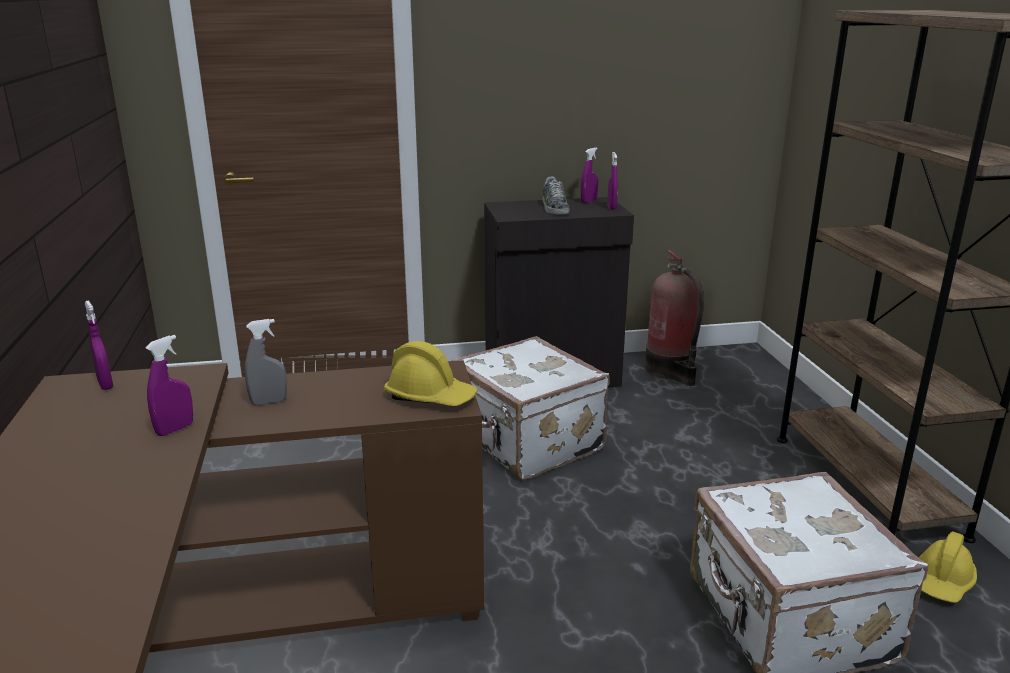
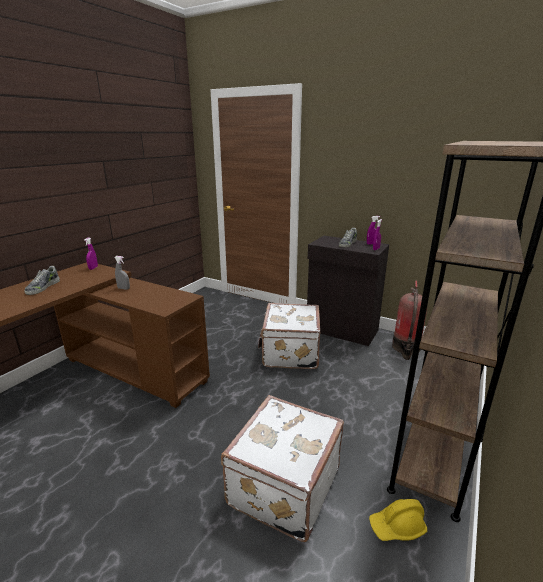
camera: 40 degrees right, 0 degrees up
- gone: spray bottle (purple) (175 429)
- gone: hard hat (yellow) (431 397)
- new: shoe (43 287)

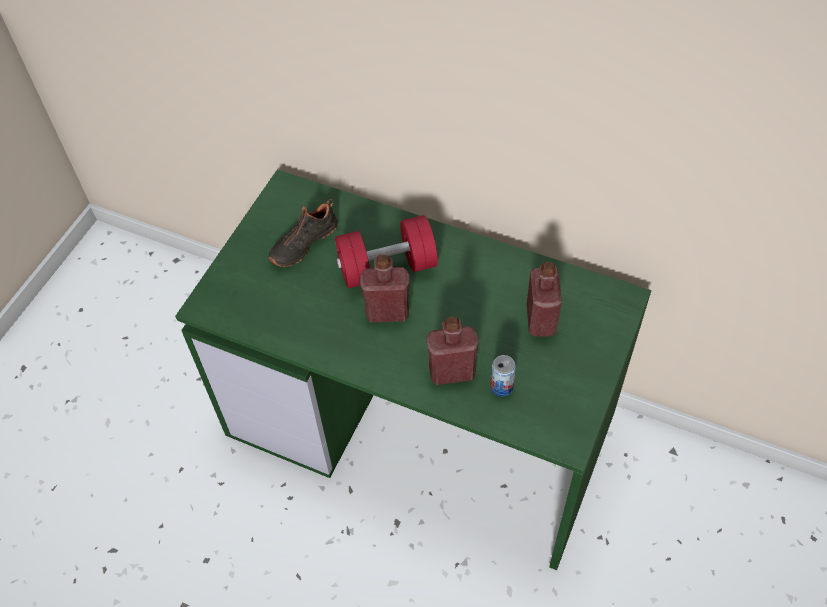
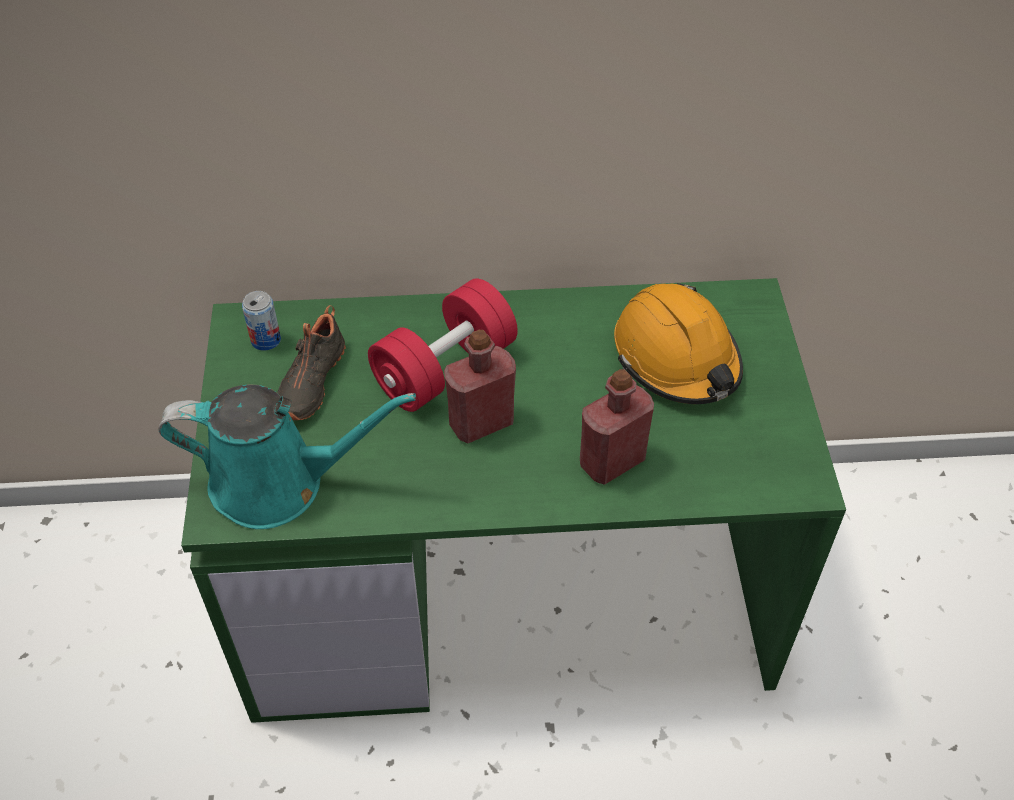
camera: 30 degrees left, 5 degrees down
- new: watering can (turquoise) (279 483)
- shifted: can (501 386) to (266 340)
- swapped: bottle (red) (541 320) to hard hat (orange) (677 358)

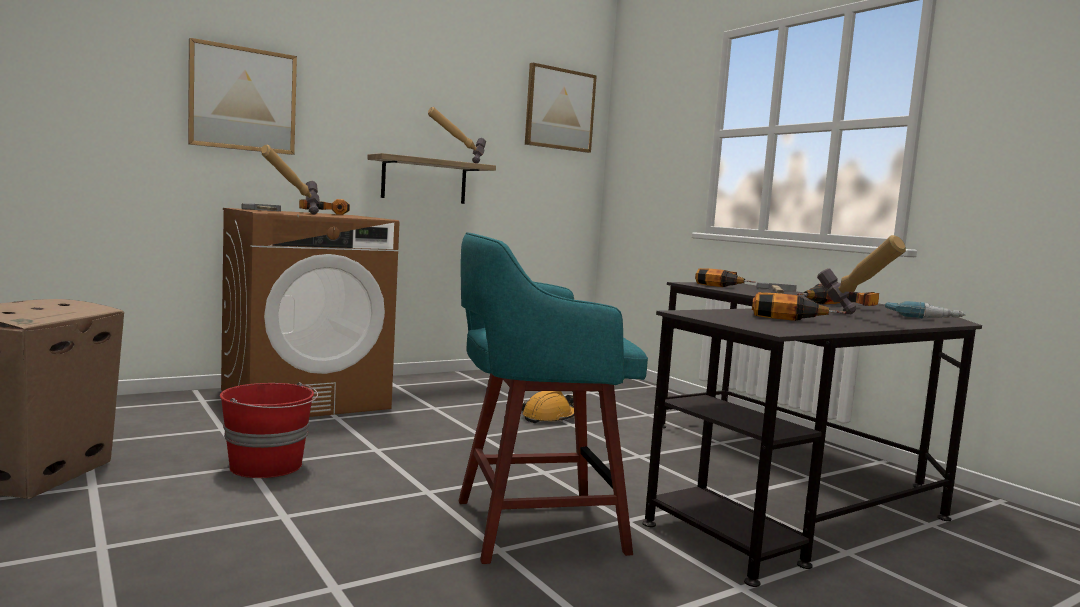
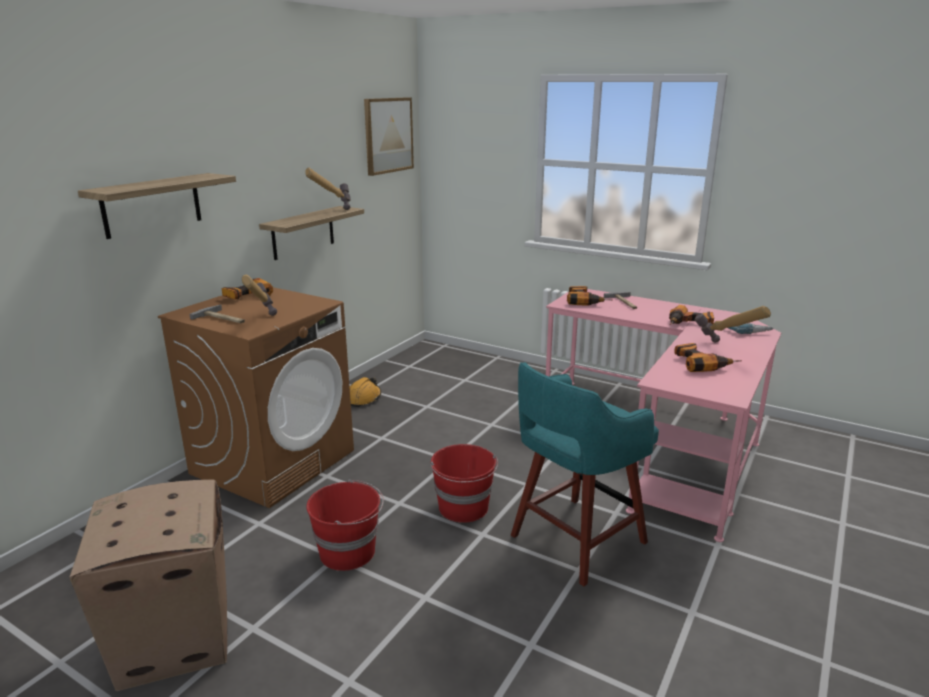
camera: 25 degrees left, 15 degrees up
- new: bucket (red) (464 508)
- shifted: hard hat (orange) (549 417) to (363 398)
- swapped: picture (242 99) to shelf (152 205)
- repainted: desk (black) (787 483) to desk (pink) (661 441)

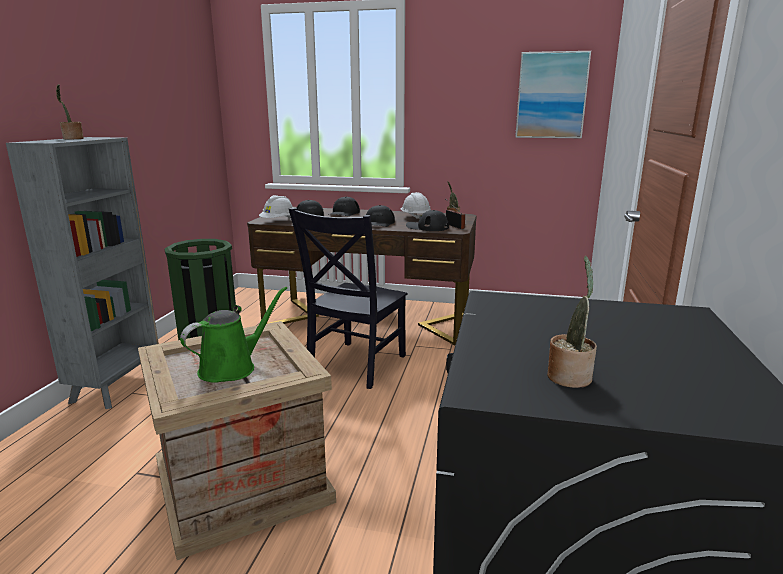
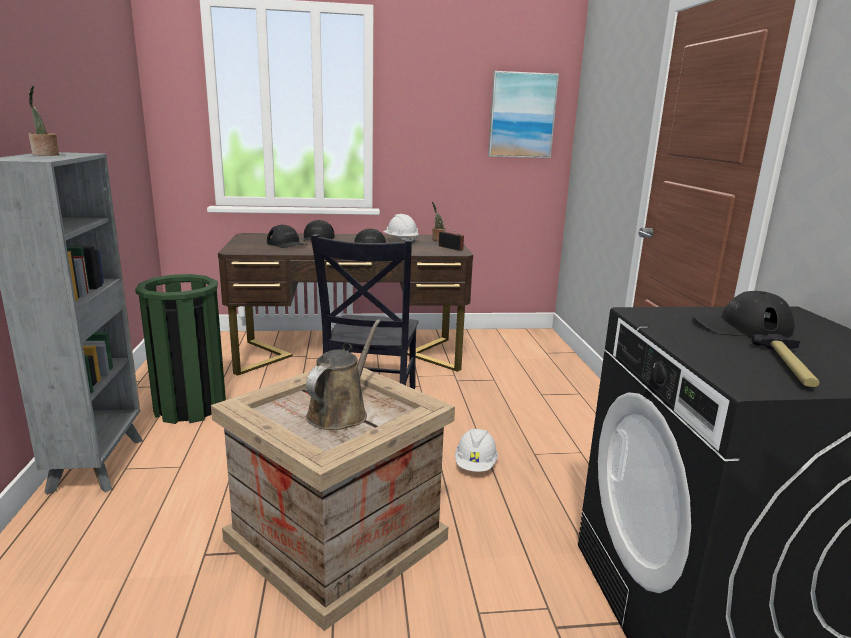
camera: 20 degrees left, 0 degrees up
- shifted: hard hat (white) (278 221) to (475 465)
- shifted: cap (black) (427 227) to (741 327)
- swapped: potted plant (570 376) to hammer (789 367)
- repainted: watering can (green) (232 368) to watering can (brown) (340 412)

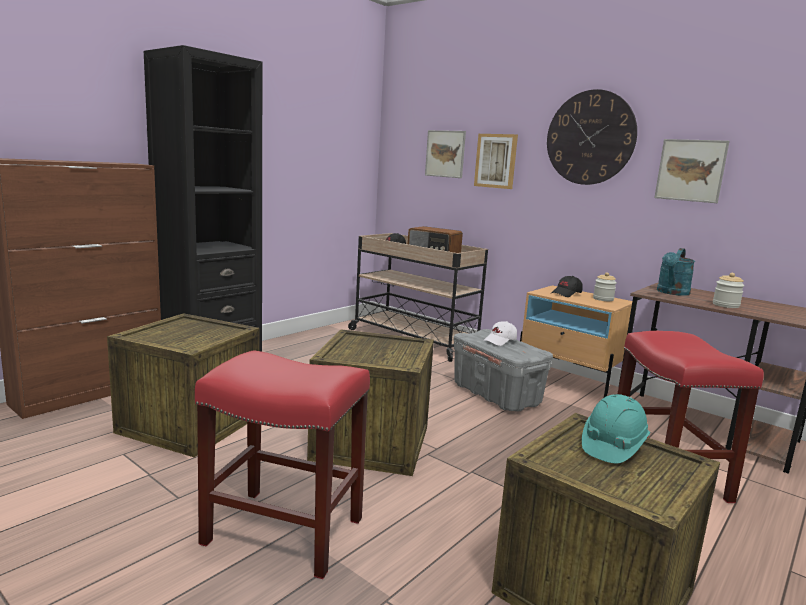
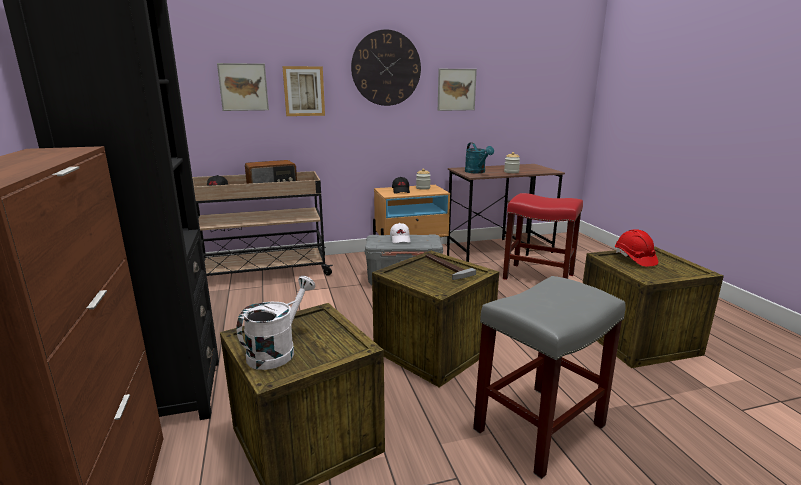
camera: 55 degrees left, 5 degrees up
- new: watering can (white) (277 350)
- new: hammer (444 267)
- repainted: stool (red) (282 531) to stool (grey) (539 428)
- repainted: hard hat (turquoise) (612 446) to hard hat (red) (634 259)

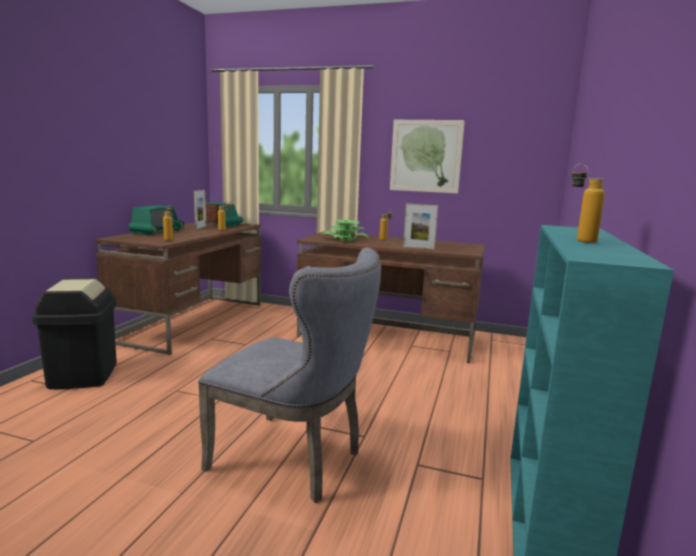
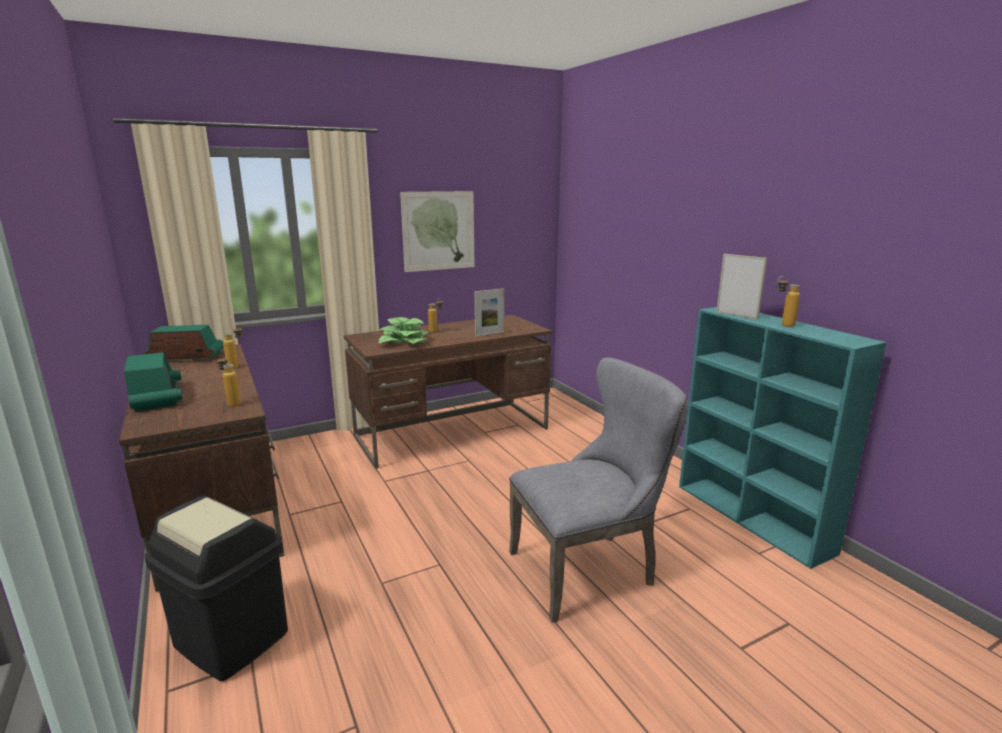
camera: 45 degrees left, 5 degrees up
- shifted: picture frame (201 227) to (736 315)

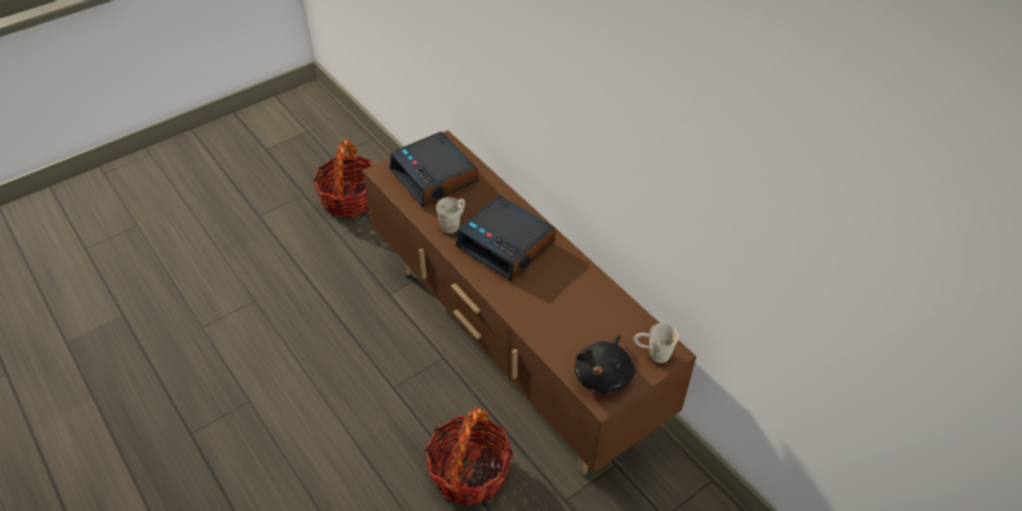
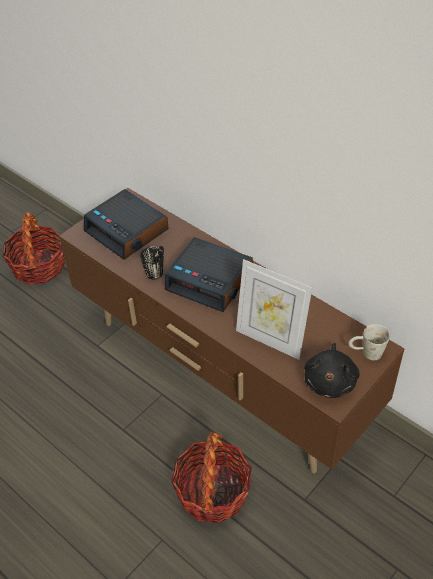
camera: 10 degrees left, 0 degrees up
- new: picture frame (270 339)
- repainted: mug (white) (453 223) to mug (black) (156 269)

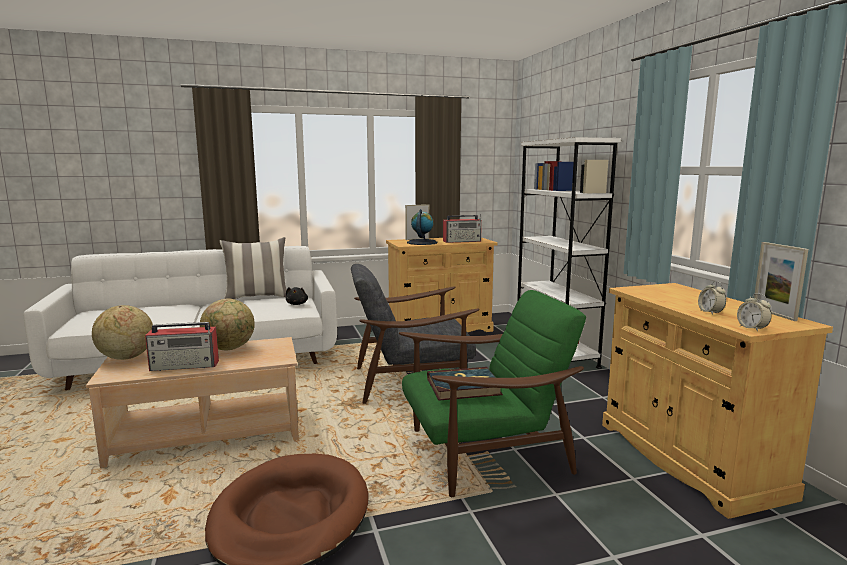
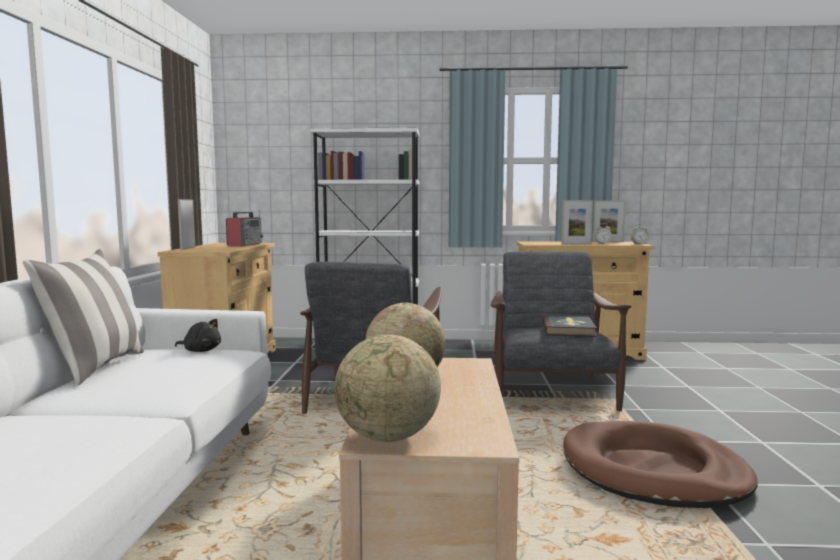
camera: 70 degrees left, 5 degrees down
- gone: radio (185 365)
- gone: globe (422 242)
- new: picture frame (576 244)
- repainted: armchair (green) (484 452) to armchair (grey) (551 392)

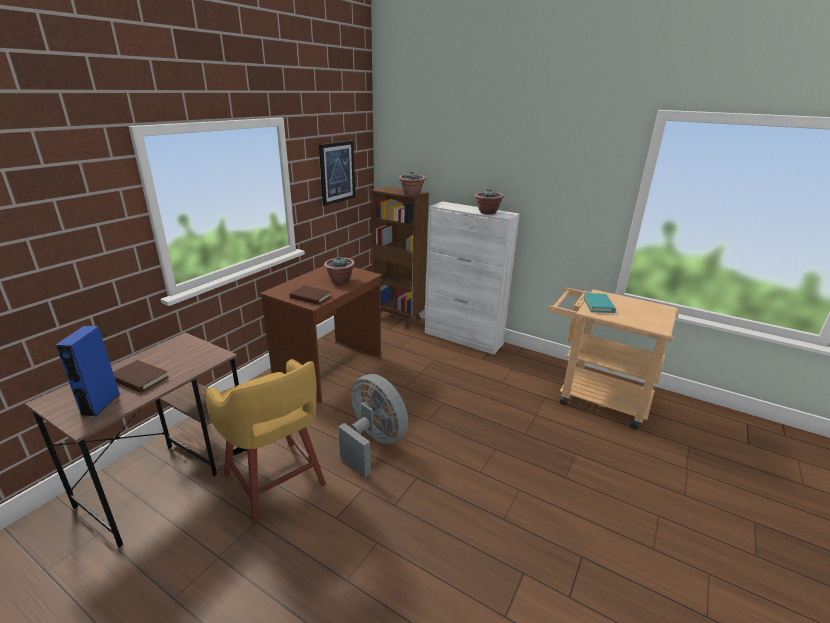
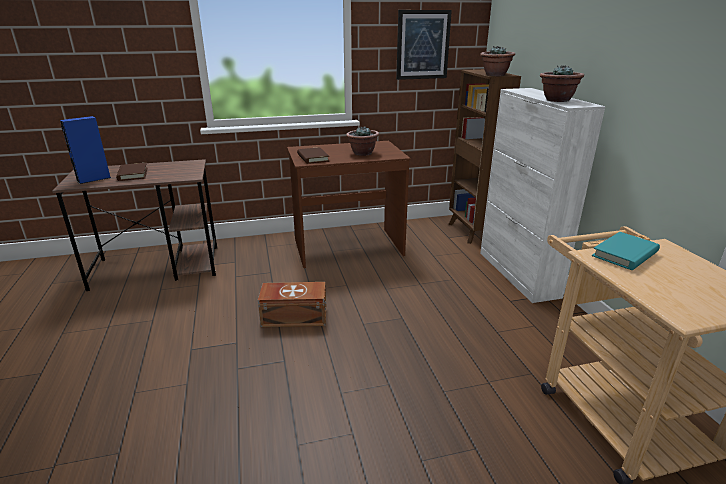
camera: 45 degrees right, 0 degrees up
- gone: stool (yellow) (275 482)
- swapped: fan (grey) (373 443) to storage box (brown) (293 316)

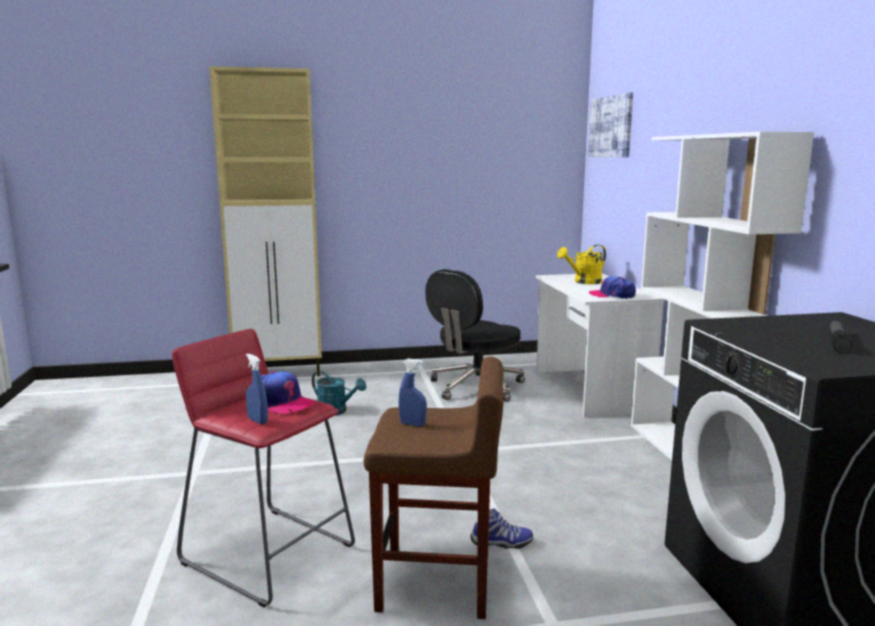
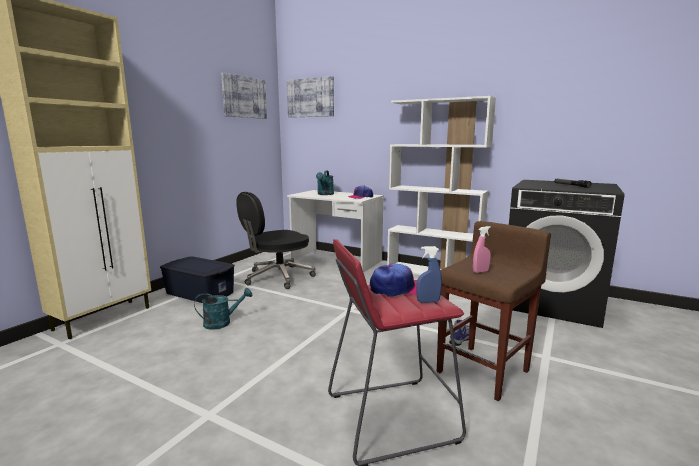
camera: 50 degrees left, 0 degrees up
- new: storage box (blue) (200 292)
- new: picture (244 97)
- repainted: spray bottle (blue) (412 424) to spray bottle (pink) (480 271)
- repainted: watering can (yellow) (584 282) to watering can (turquoise) (325 194)
- rotated: office chair (black) (475 387) = (277 277) 60 degrees clockwise

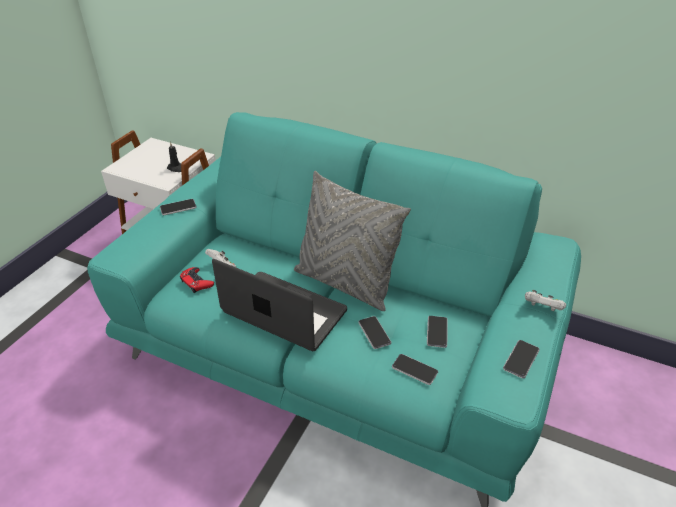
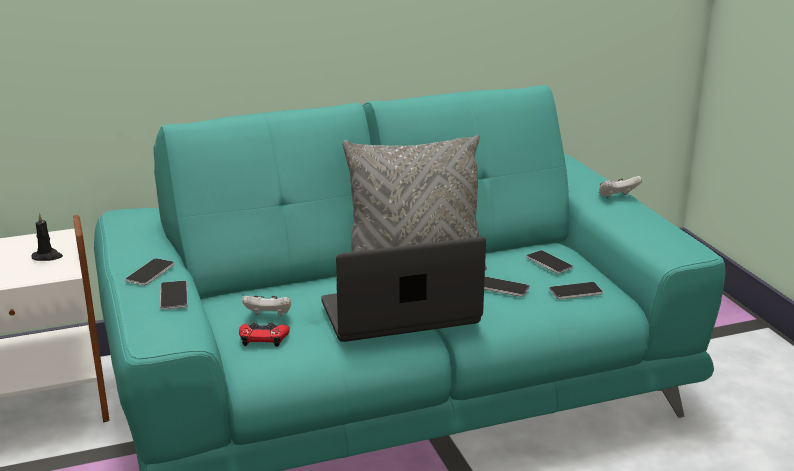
camera: 45 degrees left, 15 degrees down
- shifted: phone (521 359) to (174 296)

